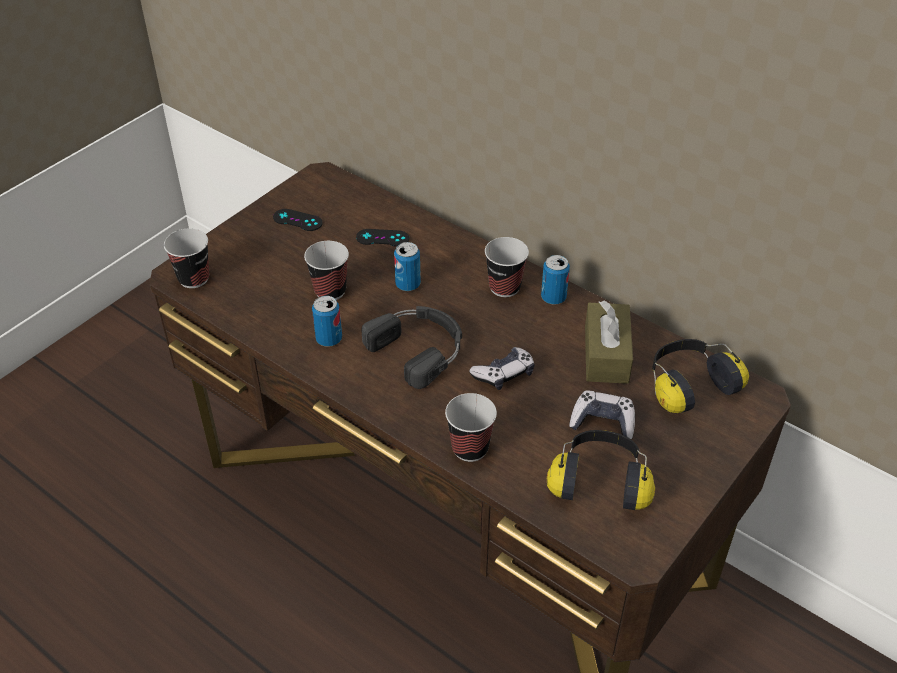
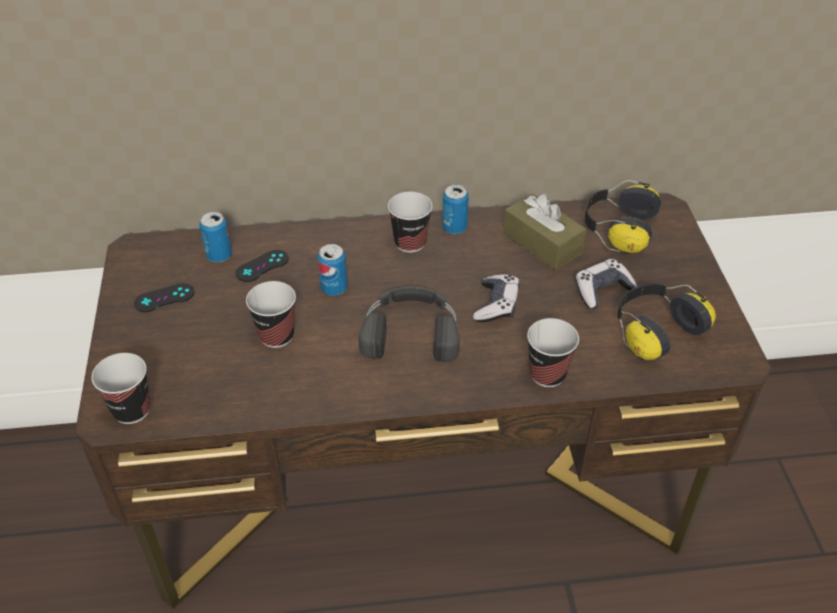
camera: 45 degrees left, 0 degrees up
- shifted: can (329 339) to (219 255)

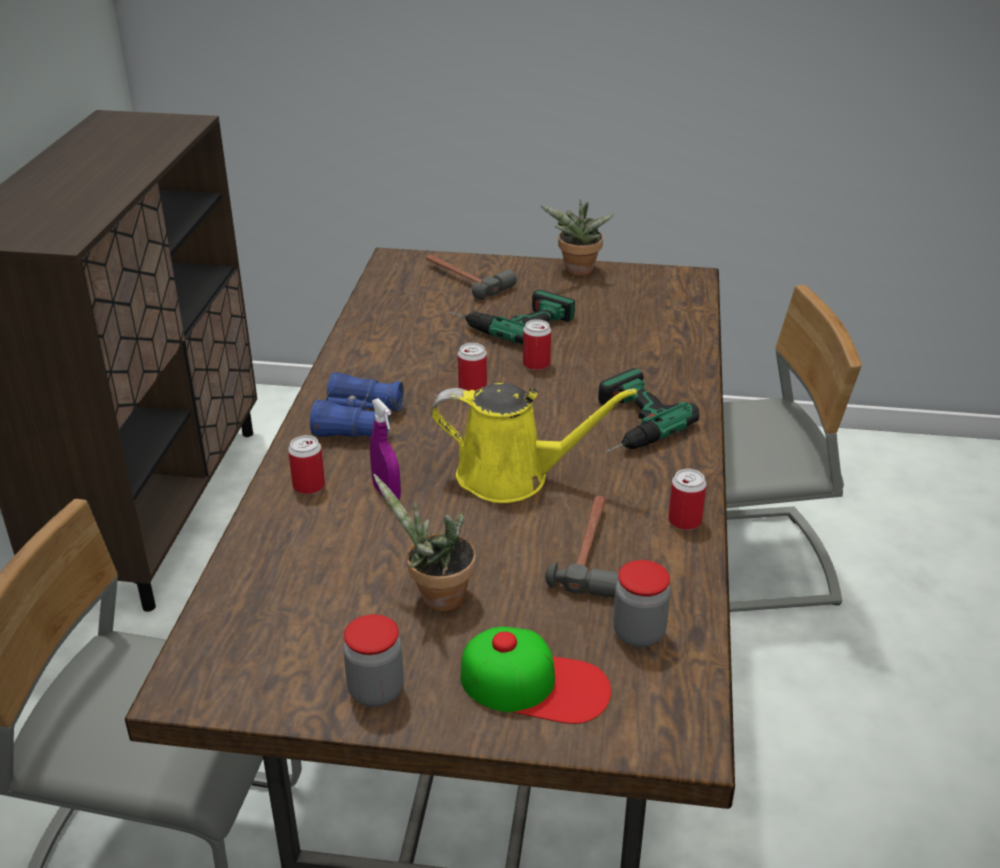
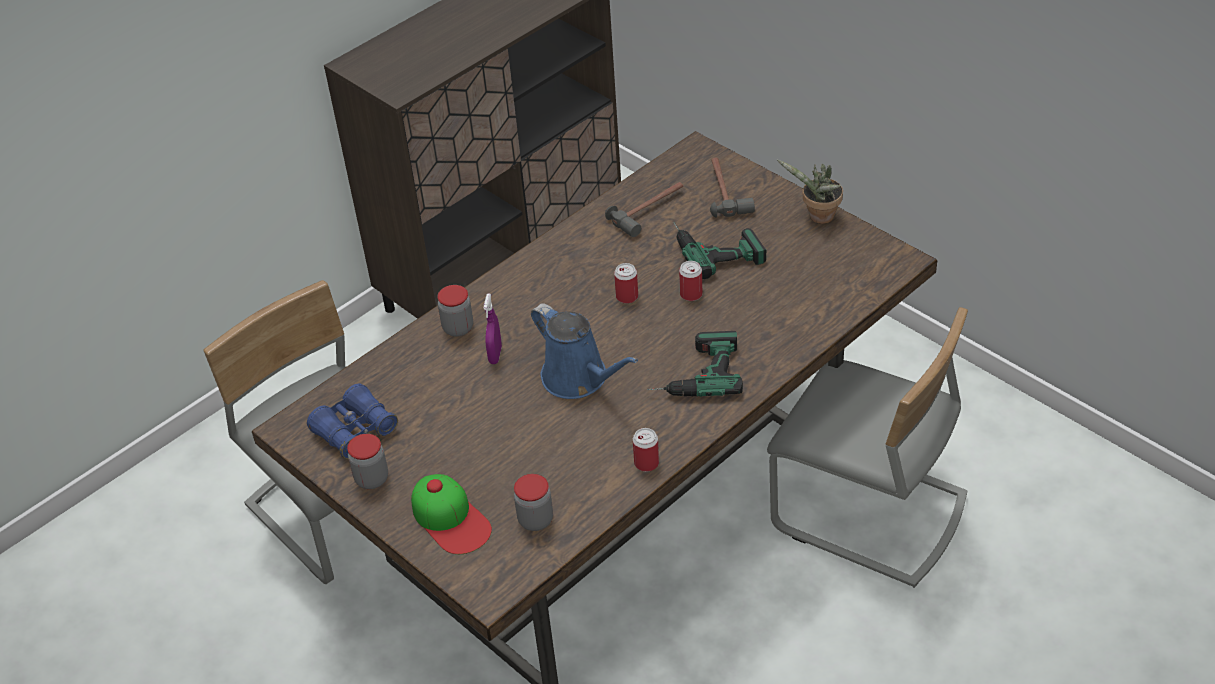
camera: 40 degrees right, 10 degrees up
- gone: potted plant (436 597)
- shifted: binoculars (blue) (358 422) to (355 431)
- shifted: hammer (592 551) to (650 210)
- swapped: can (309 486) to jar (458 328)
- repainted: watering can (yellow) (512 477) to watering can (blue) (579 379)

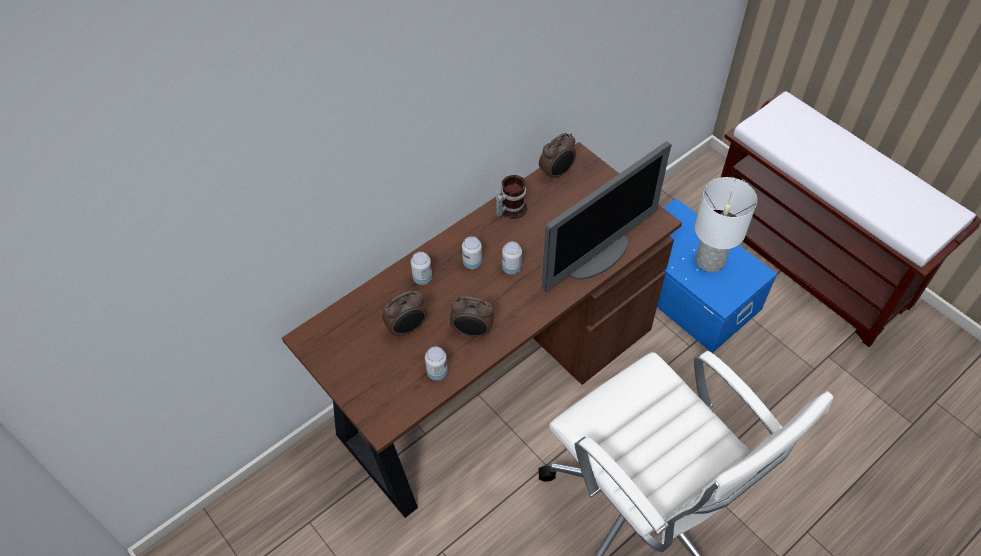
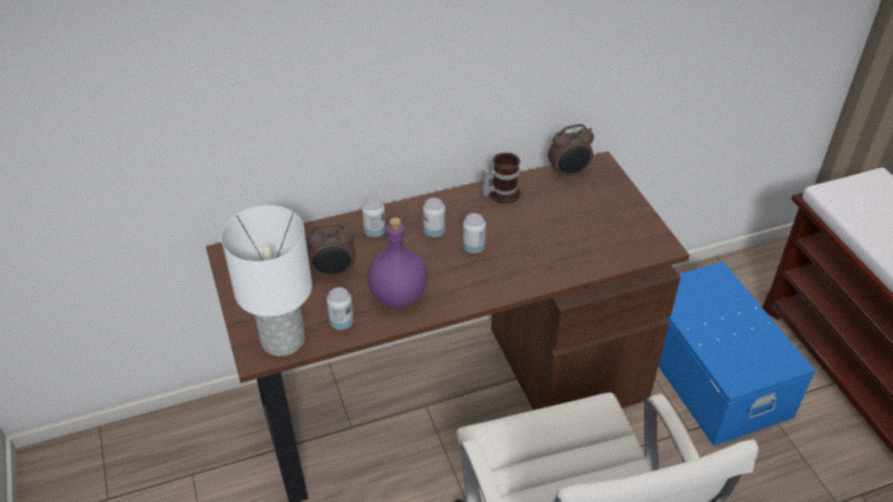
camera: 20 degrees right, 10 degrees down
- gone: monitor (598 256)
- shifted: table lamp (white) (710 260) to (284 339)
- swapped: alarm clock (472 332) to bottle (purple) (399 295)

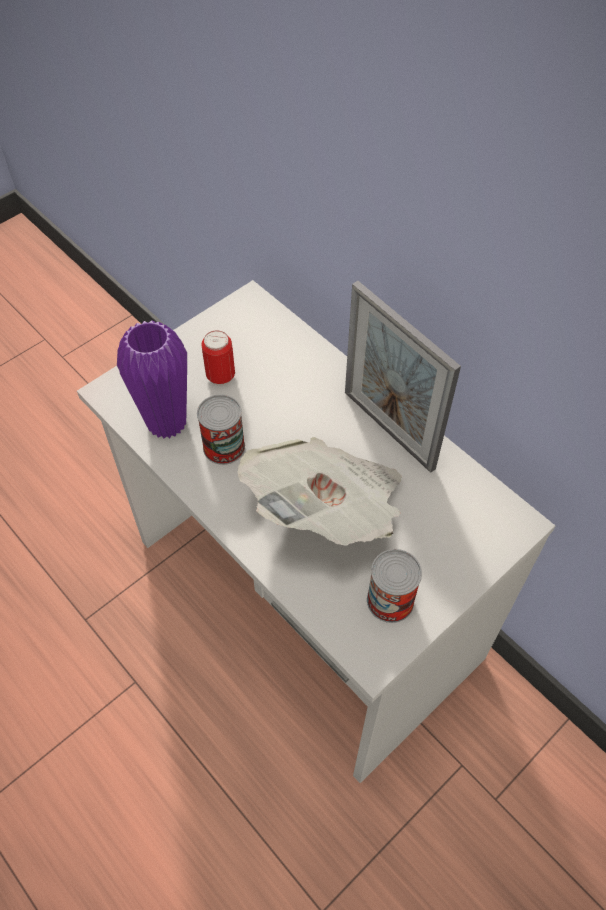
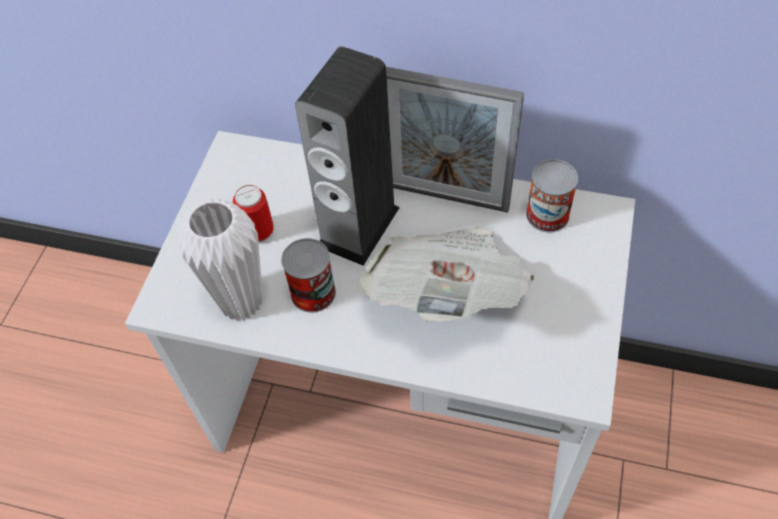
camera: 30 degrees left, 0 degrees up
- new: speaker (358 226)
- shifted: can (390 600) to (547 215)
- repainted: vase (purple) (167 423) to vase (white) (241 302)

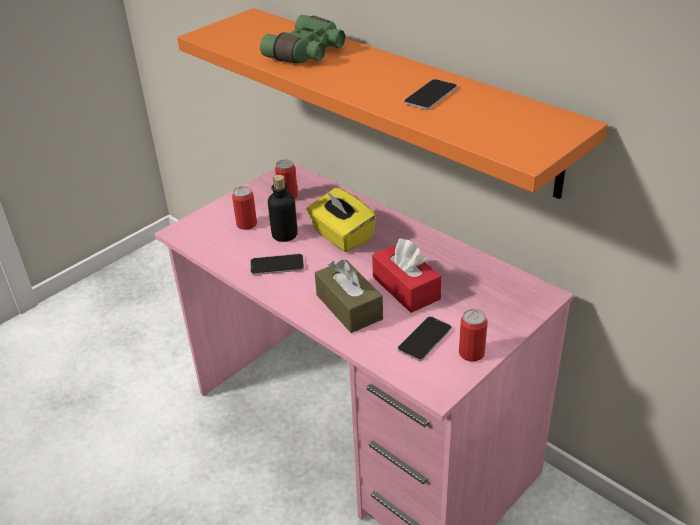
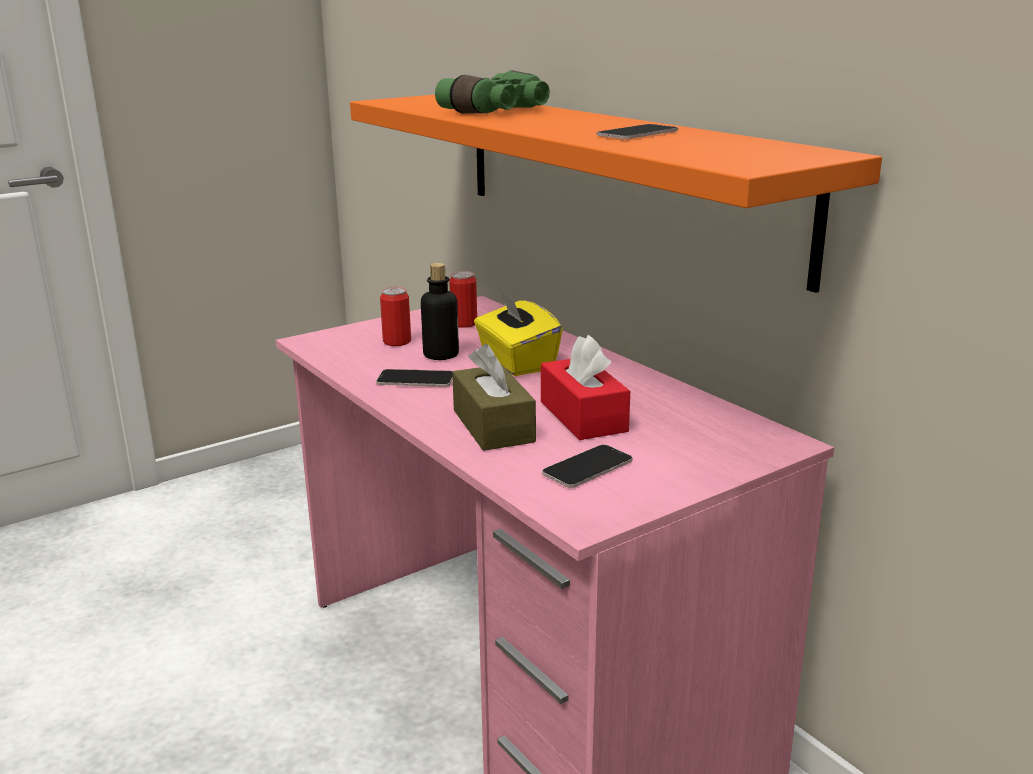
camera: 10 degrees right, 15 degrees down
- gone: can (471 353)

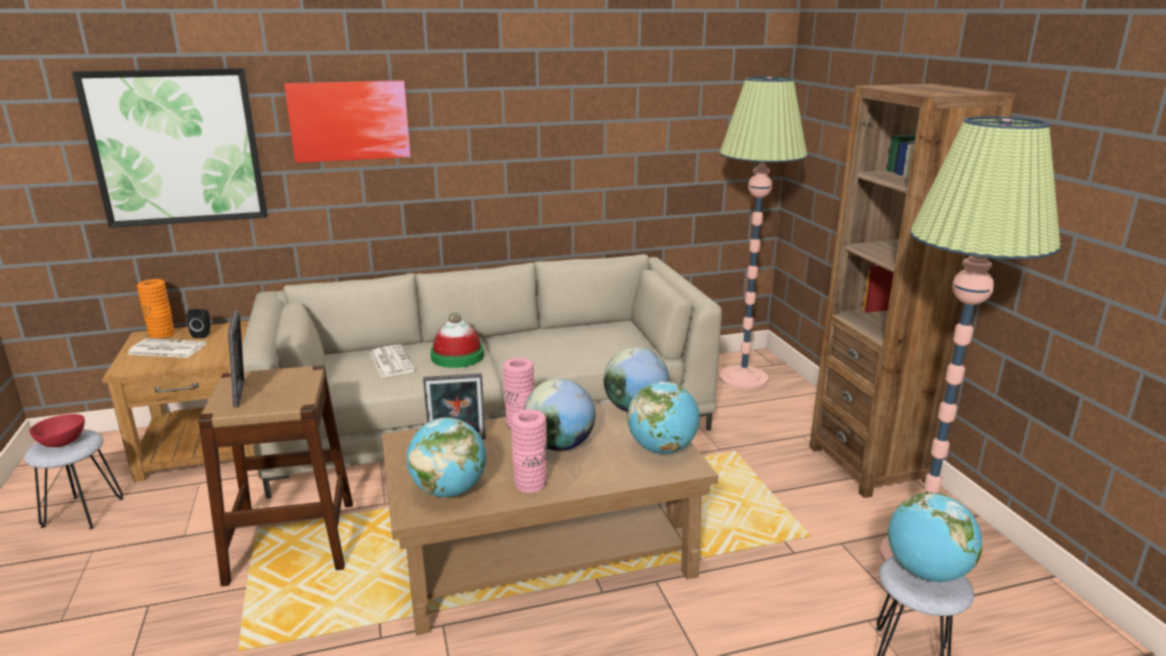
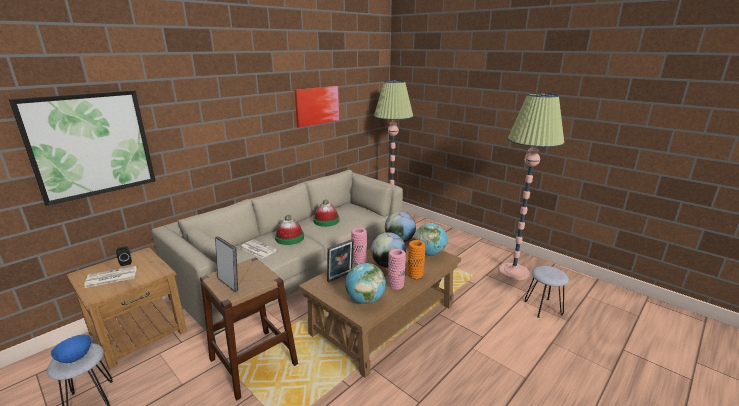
camera: 30 degrees left, 0 degrees up
- gone: bookcase (brown) (870 465)
- gone: globe (926 572)
- new: hat (326 221)
- shifted: vase (orange) (162 334) to (415 275)
- shifted: picture (349 121) to (317 105)
- repainted: bowl (red) (63 443) to bowl (blue) (76 357)

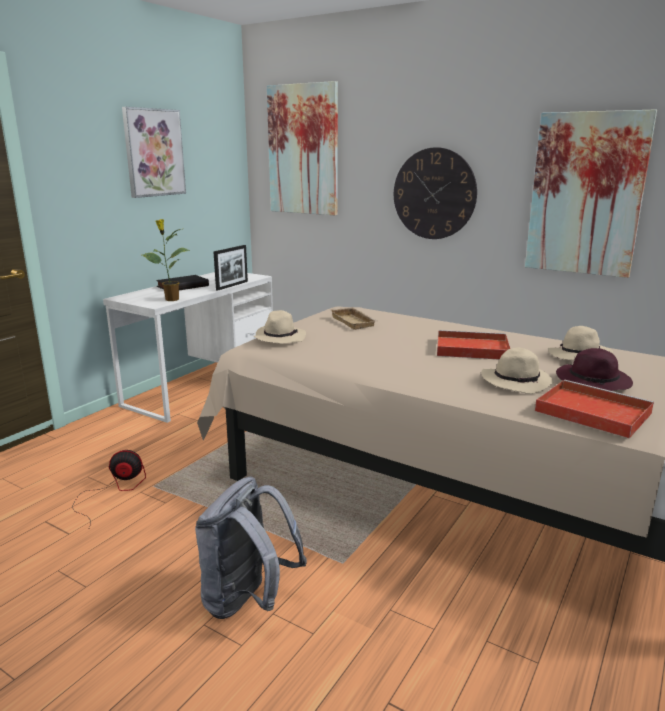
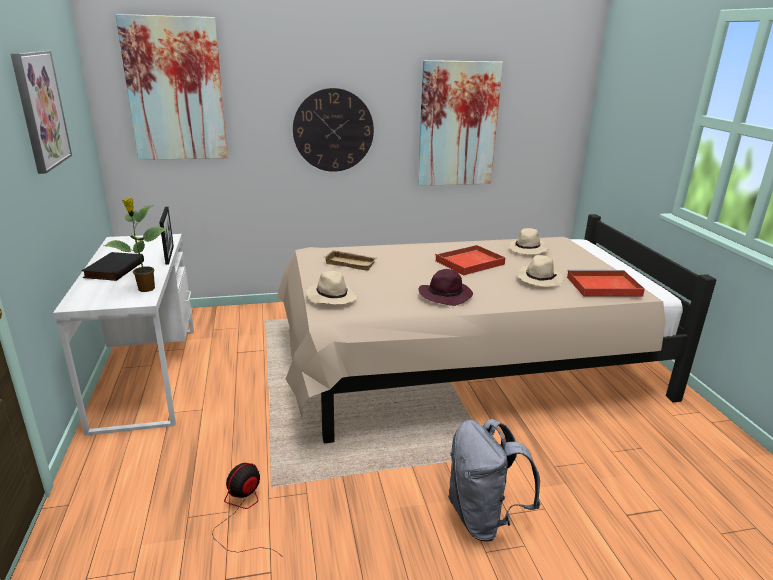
camera: 45 degrees left, 5 degrees up
- shifted: hat (purple) (594 382) to (446 295)

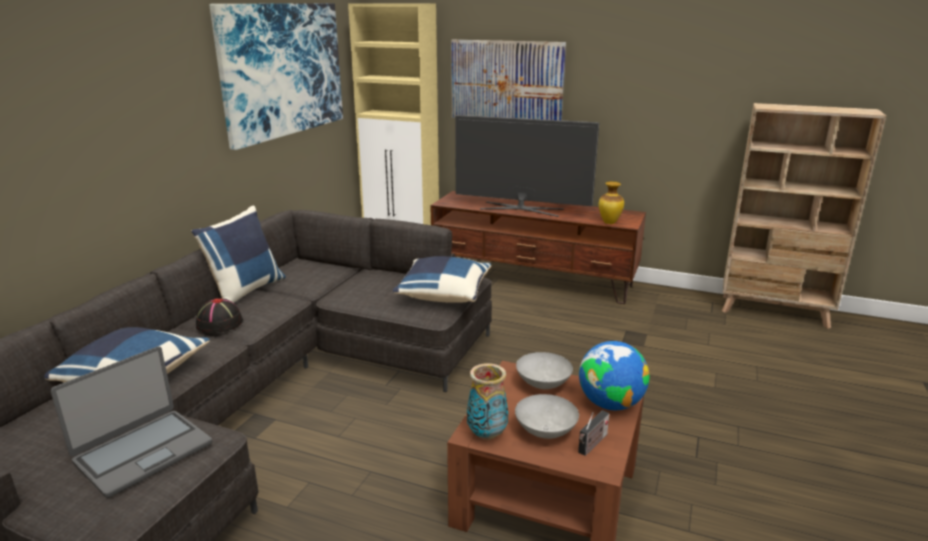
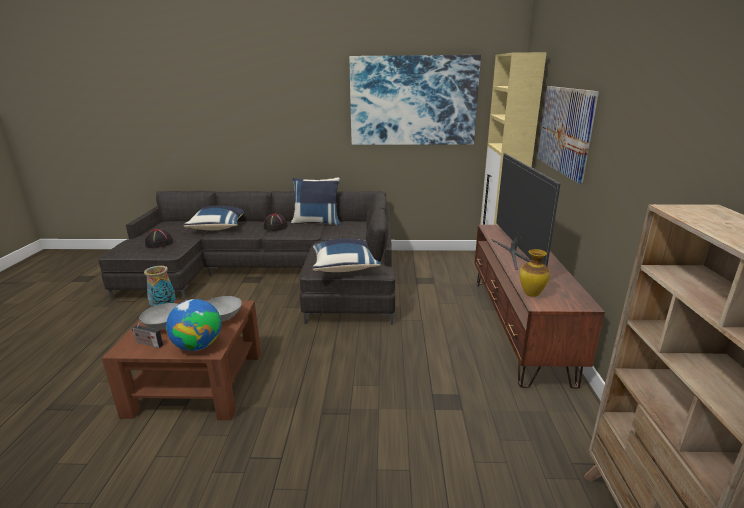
camera: 70 degrees right, 0 degrees up
- swapped: laptop (143 452) to hat (black) (159 243)

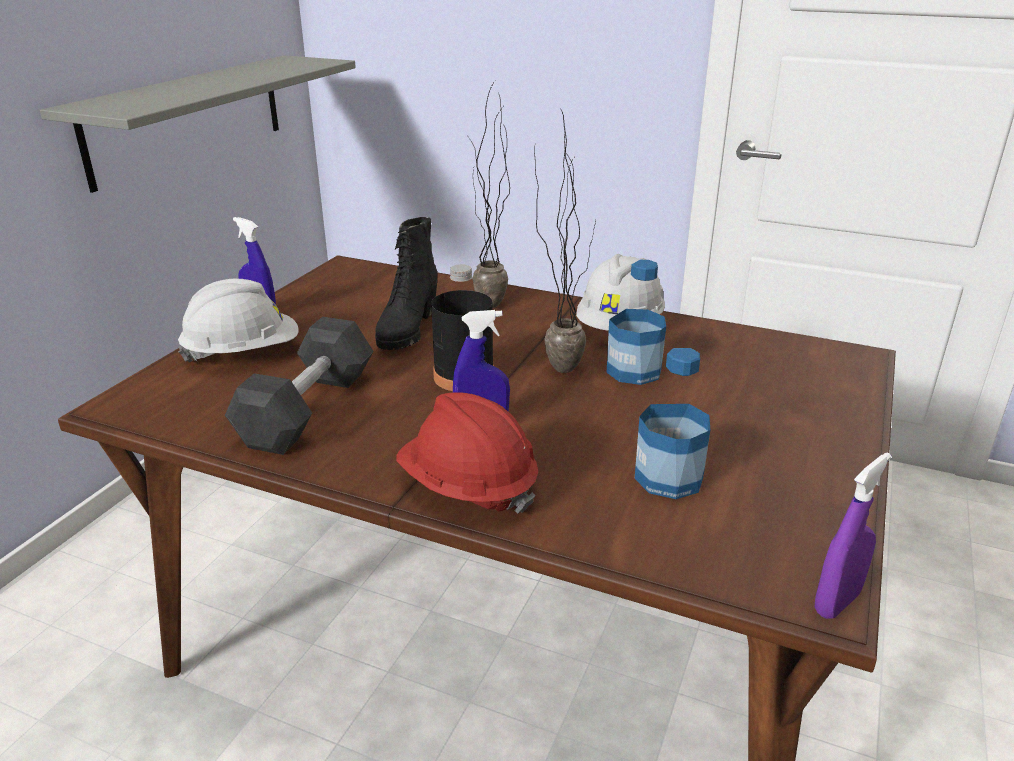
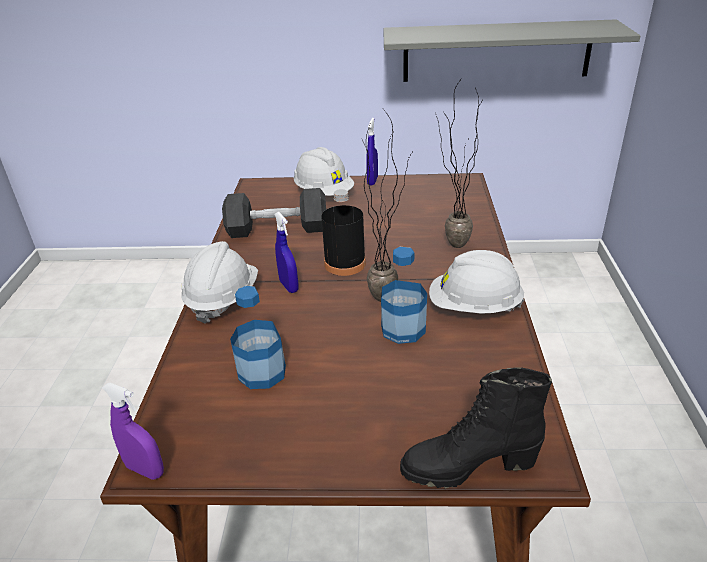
camera: 70 degrees right, 5 degrees up
- shifted: boot (black) (407 330) to (468 466)
- repainted: hard hat (red) (468 487) to hard hat (white) (222 299)

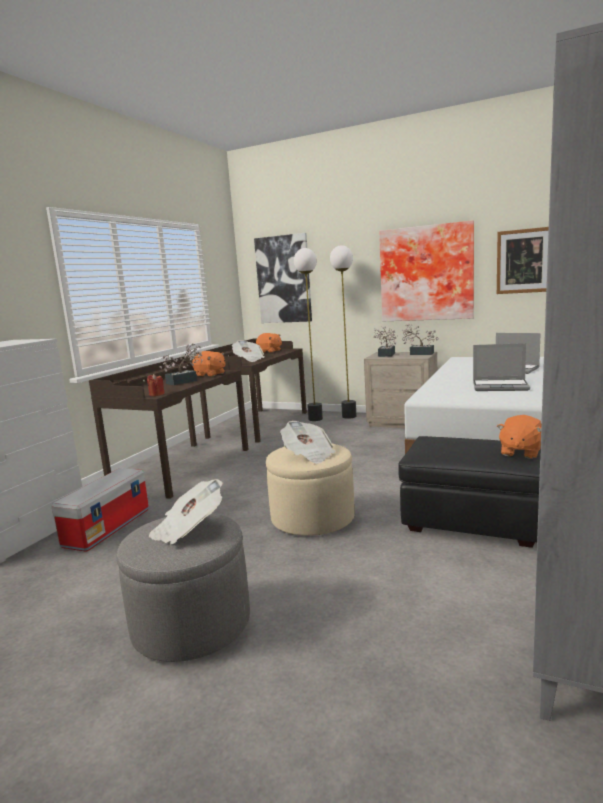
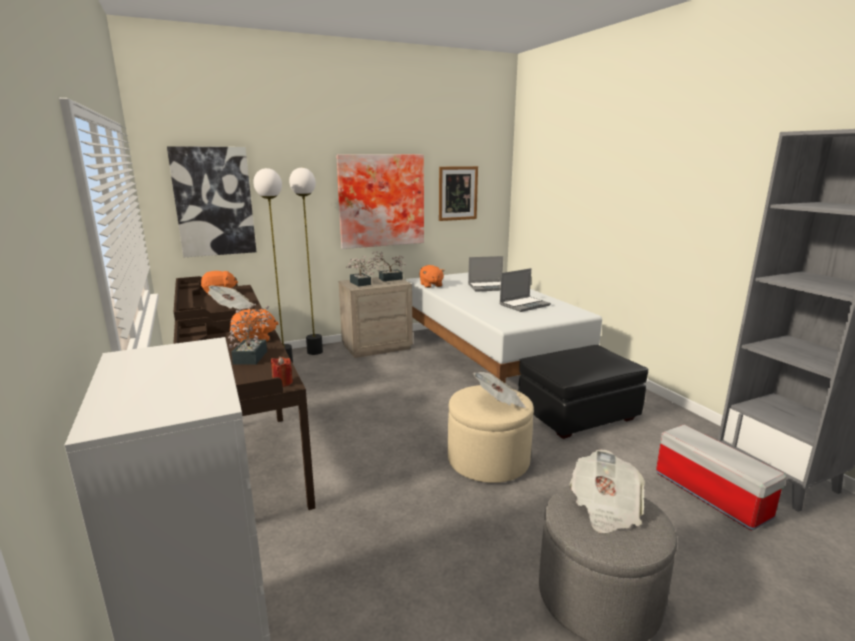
camera: 50 degrees left, 5 degrees up
- shifted: storage box (108 527) to (709 494)
- shifted: plush toy (orange) (520 452) to (431 285)

